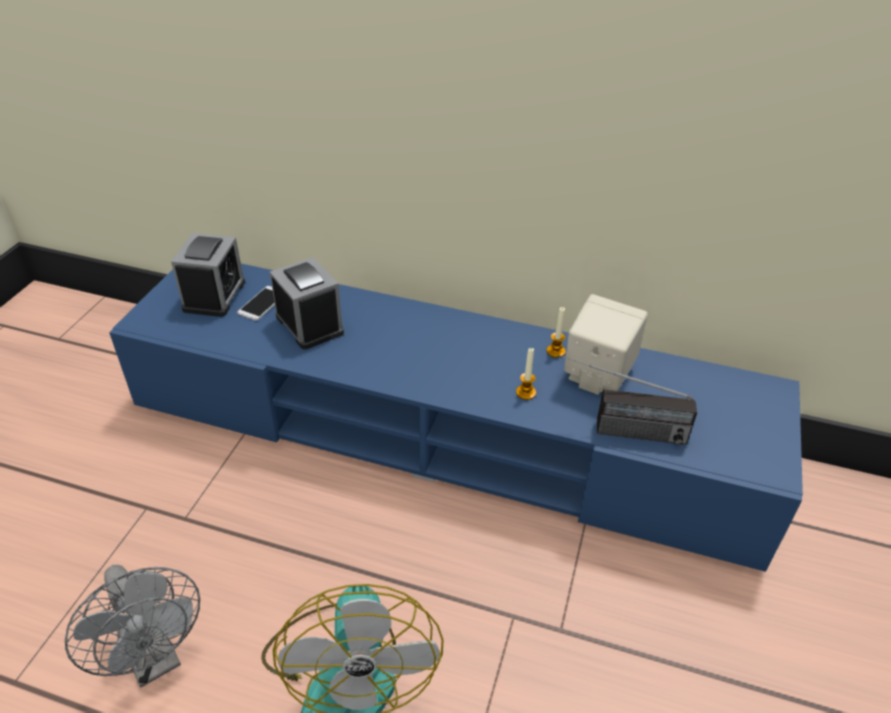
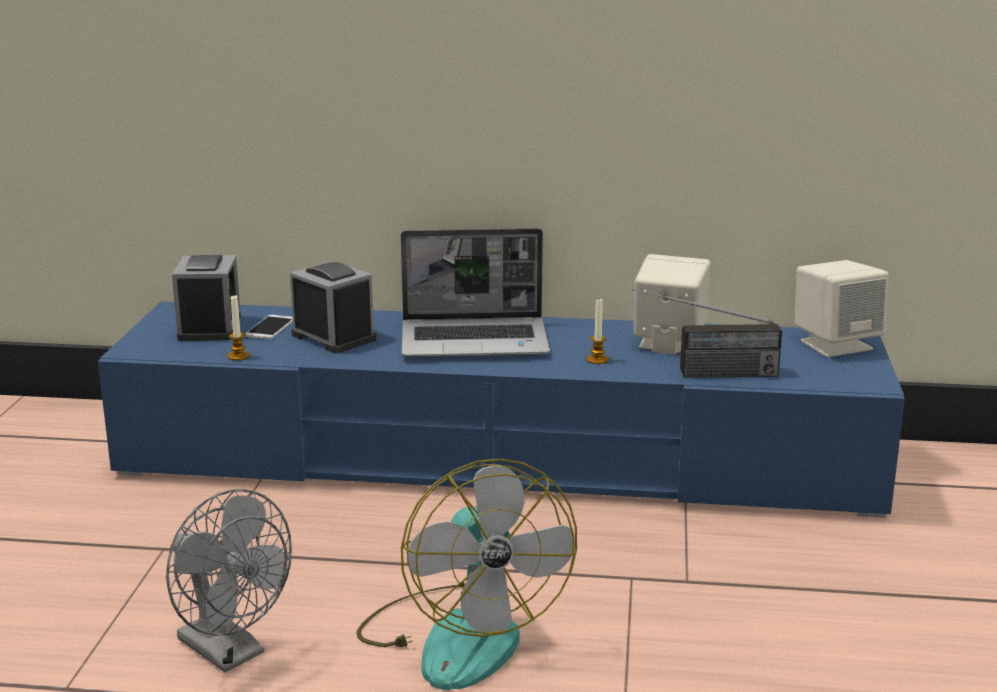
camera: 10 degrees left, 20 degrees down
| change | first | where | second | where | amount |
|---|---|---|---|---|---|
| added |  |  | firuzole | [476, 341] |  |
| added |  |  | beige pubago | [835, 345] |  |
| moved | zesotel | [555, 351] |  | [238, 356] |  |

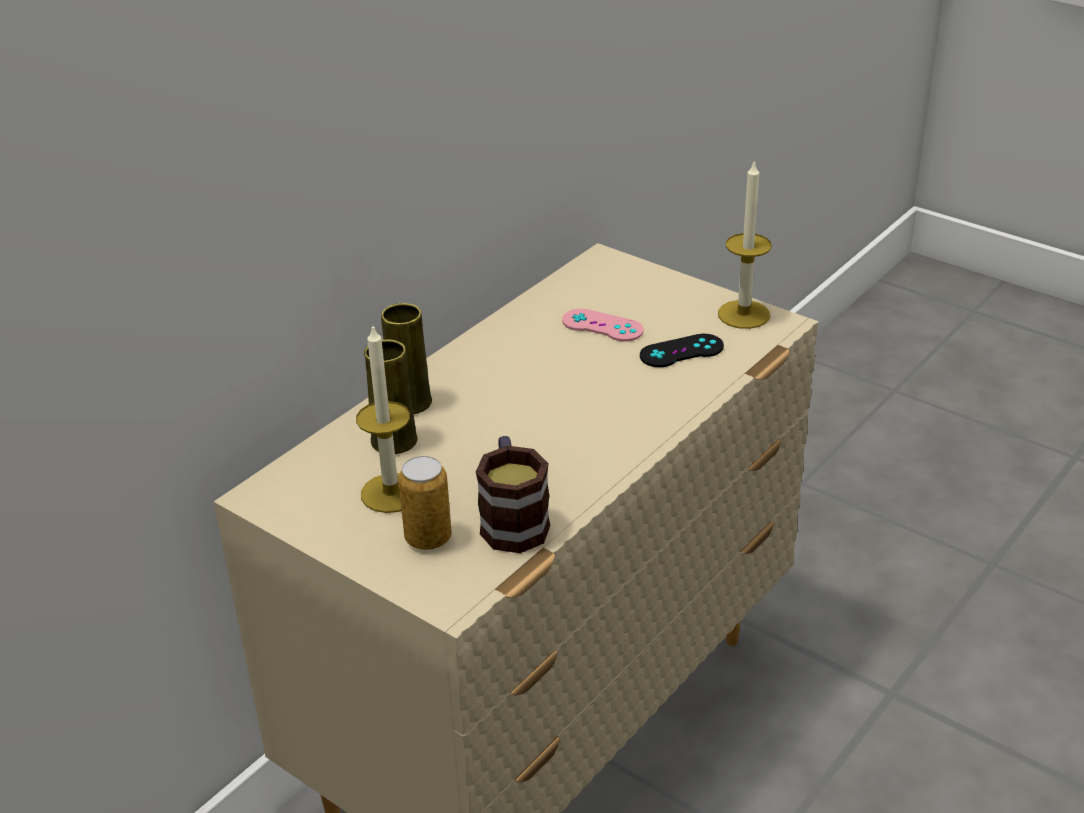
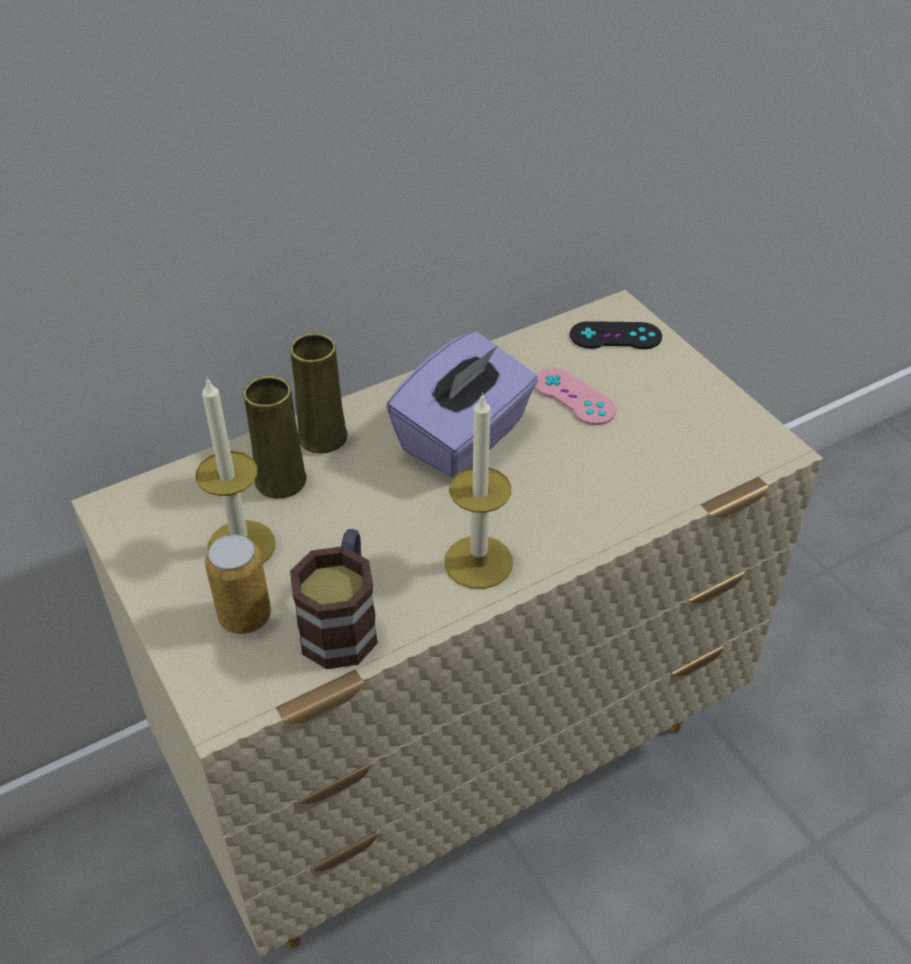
camera: 20 degrees right, 10 degrees up
| change | first | where | second | where | amount |
|---|---|---|---|---|---|
| added |  |  | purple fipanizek | [464, 437] |  |
| moved | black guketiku | [681, 351] |  | [615, 336] |  |
| moved | zesotel | [743, 314] |  | [478, 562] |  |

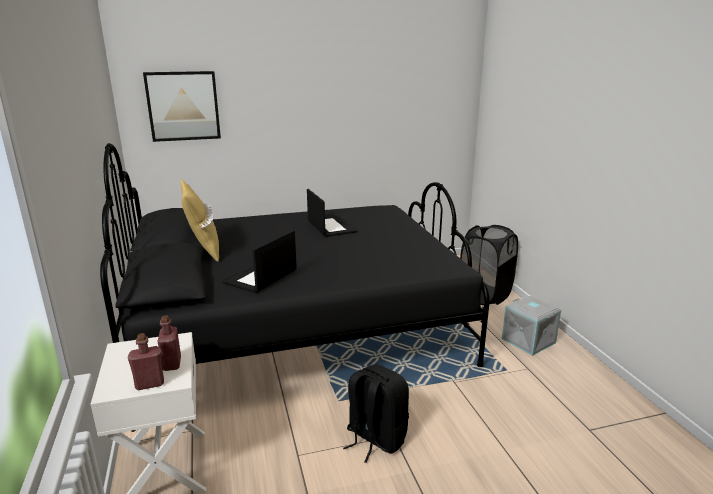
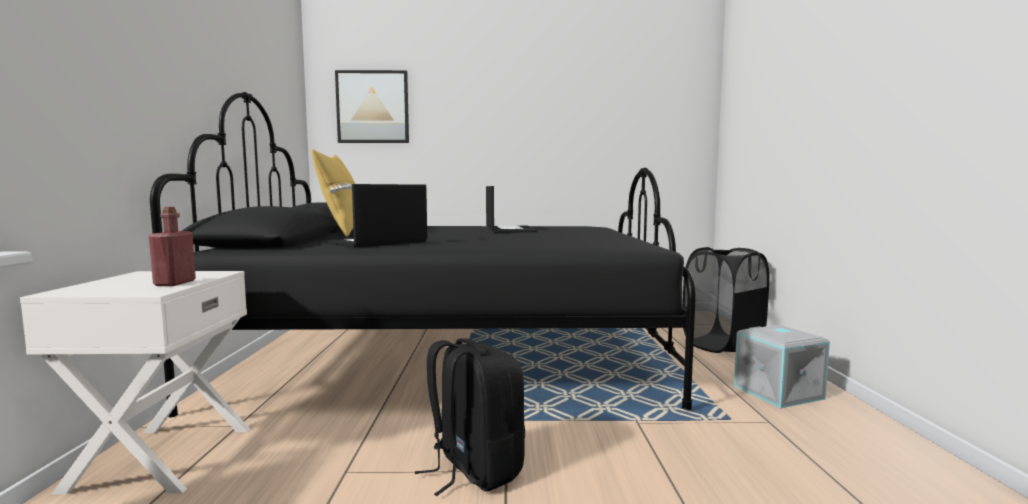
camera: 15 degrees right, 15 degrees down
| change | first | where | second | where | amount |
|---|---|---|---|---|---|
| removed | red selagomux | [149, 384] |  |  |  |

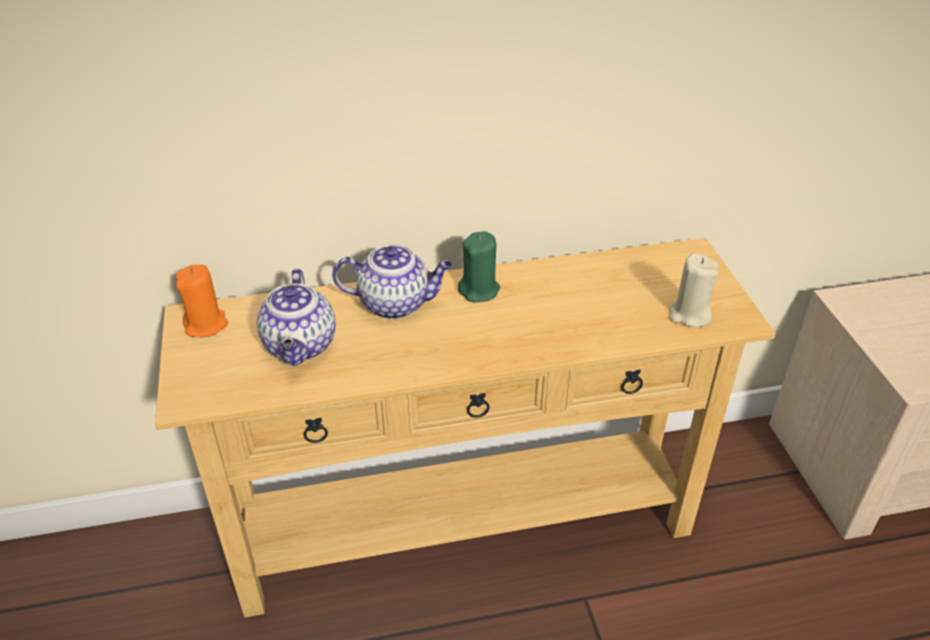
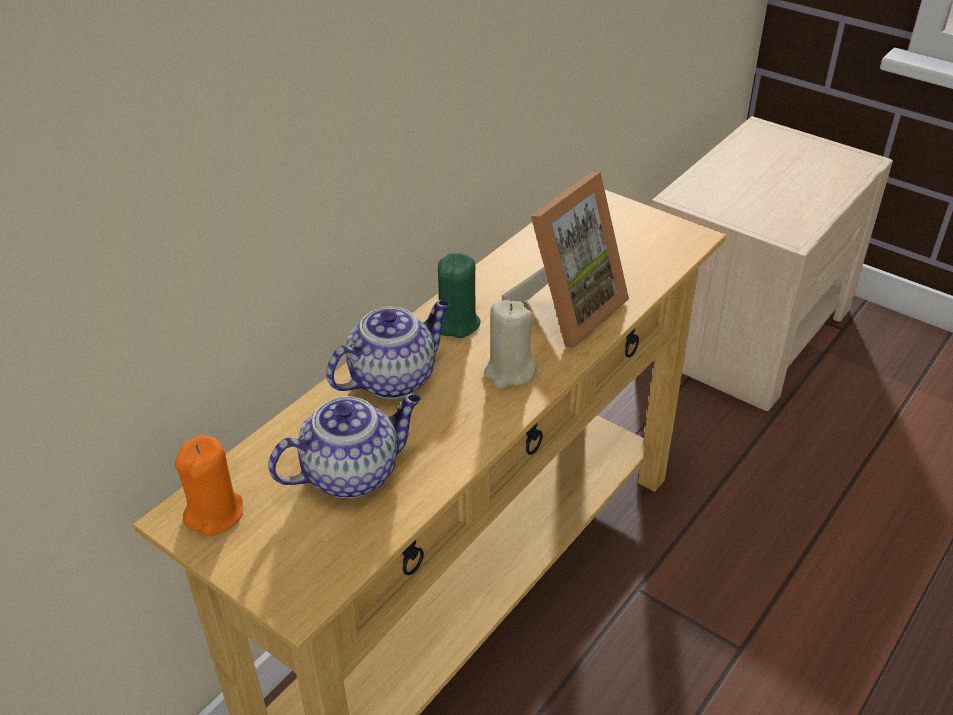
camera: 40 degrees left, 0 degrees up
| change | first | where | second | where | amount |
|---|---|---|---|---|---|
| added |  |  | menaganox | [567, 309] |  |
| moved | beige zesotel | [689, 315] |  | [509, 372] |  |
| turned | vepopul | [301, 347] |  | [353, 472] | 75 degrees counterclockwise |

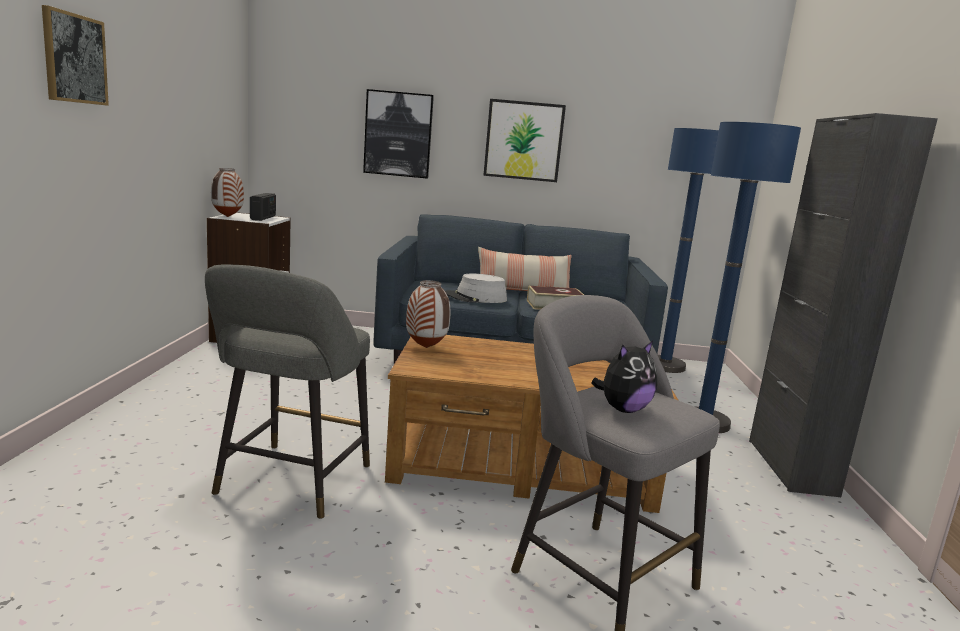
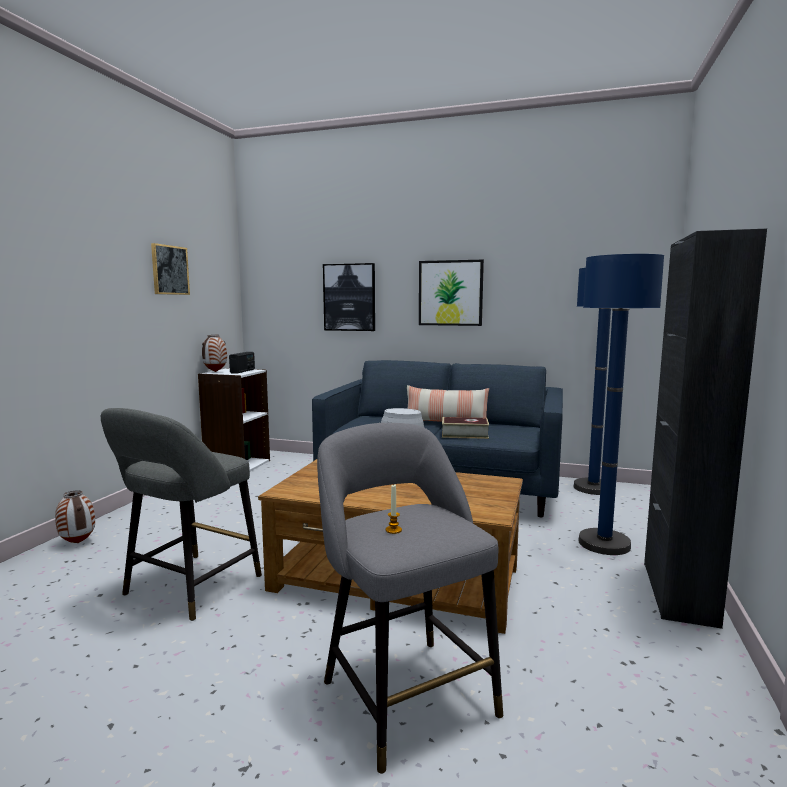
camera: 15 degrees right, 5 degrees down
| change | first | where | second | where | amount |
|---|---|---|---|---|---|
| moved | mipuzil | [74, 58] |  | [170, 270] |  |
| moved | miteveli | [425, 348] |  | [77, 543] |  |
| replaced | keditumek | [623, 409] | zesotel | [393, 530] |  |

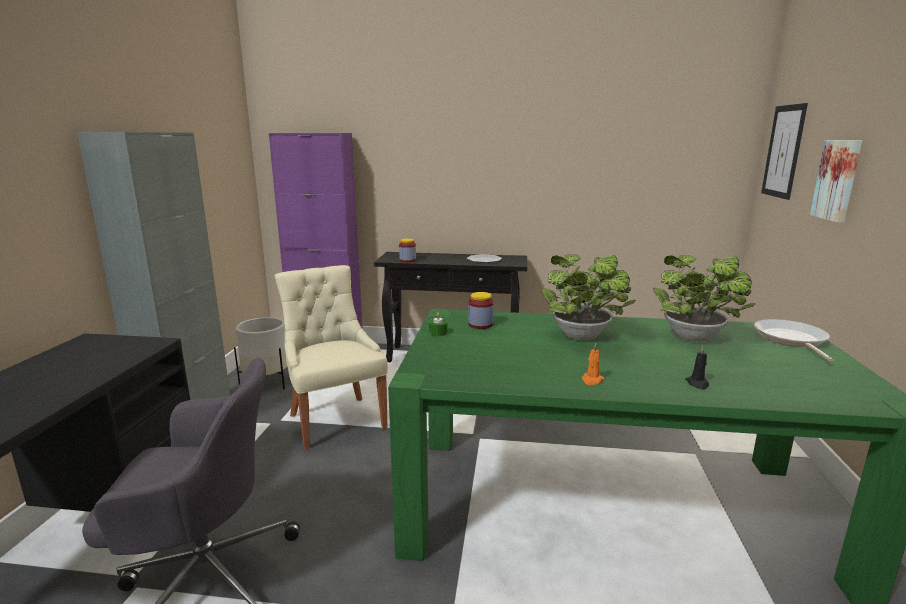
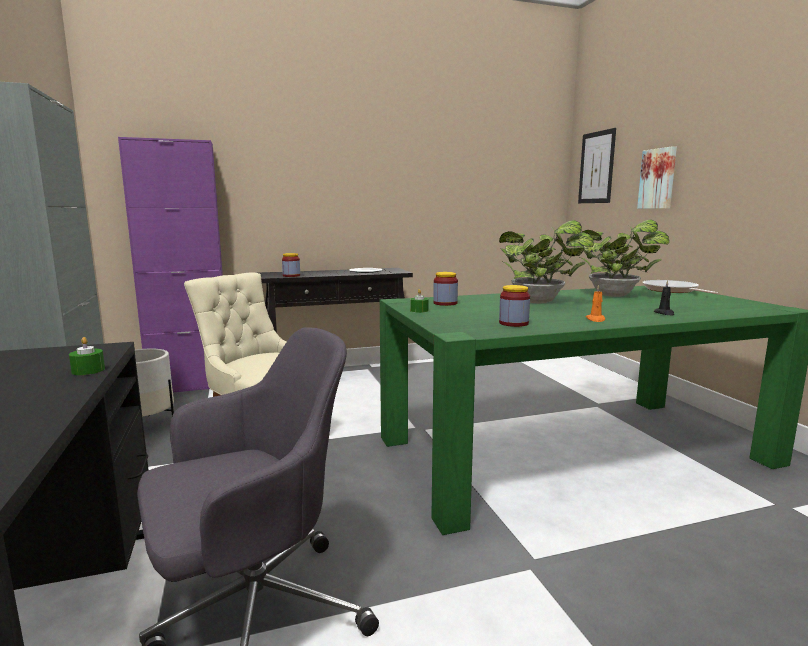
camera: 25 degrees left, 5 degrees down
| change | first | where | second | where | amount |
|---|---|---|---|---|---|
| added |  |  | green zesotel | [88, 370] |  |
| added |  |  | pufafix | [513, 323] |  |

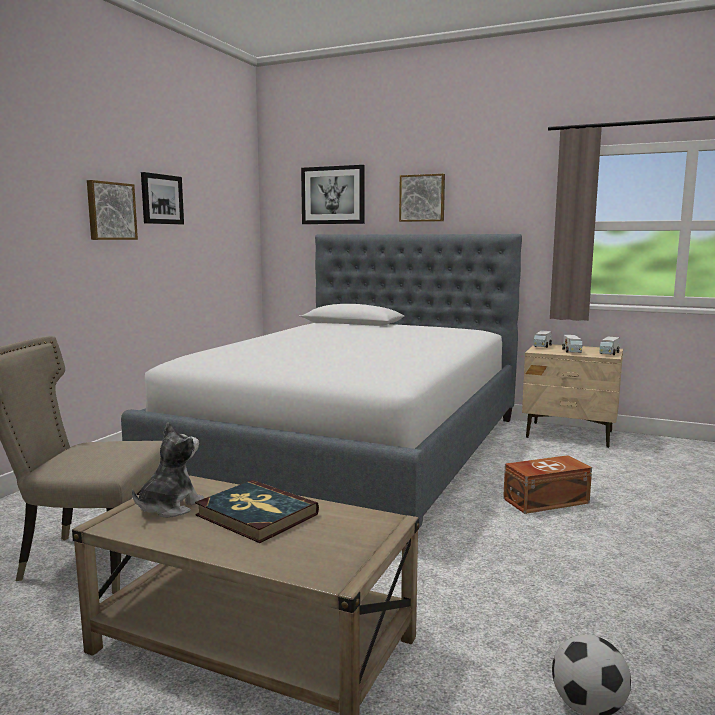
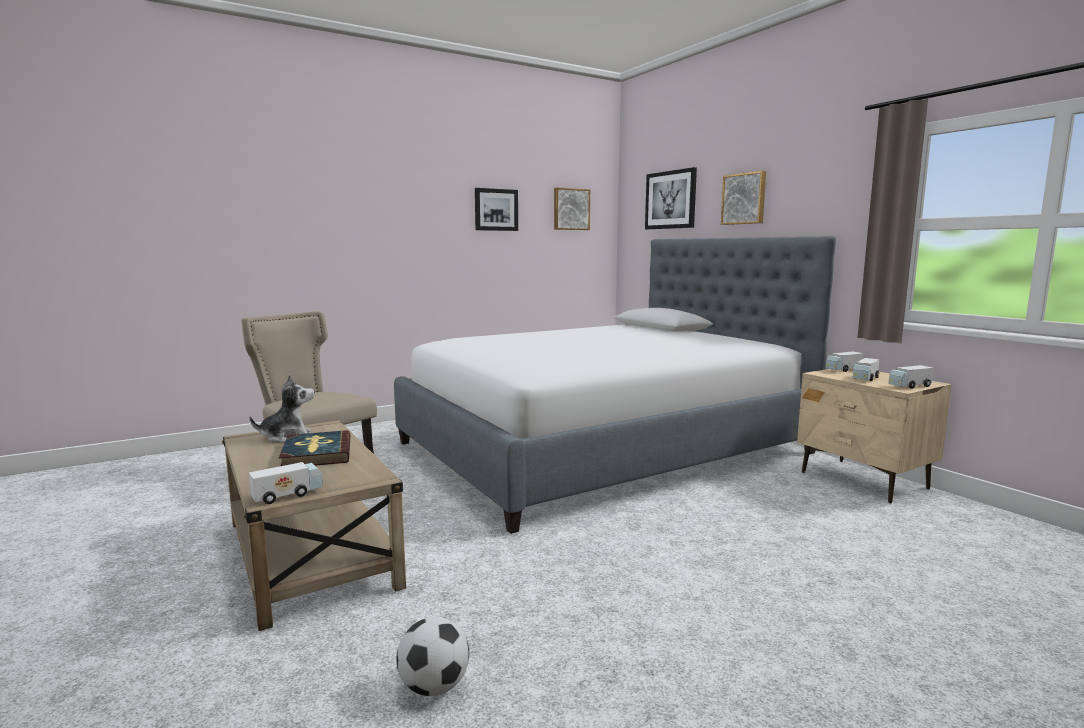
camera: 35 degrees right, 0 degrees up
| change | first | where | second | where | amount |
|---|---|---|---|---|---|
| removed | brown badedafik | [544, 500] |  |  |  |
| added |  |  | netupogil | [288, 495] |  |
| moved | mipuzil | [110, 211] |  | [571, 209] |  |

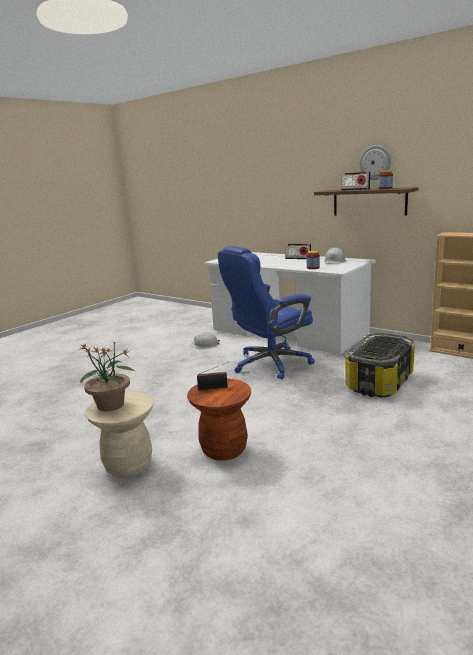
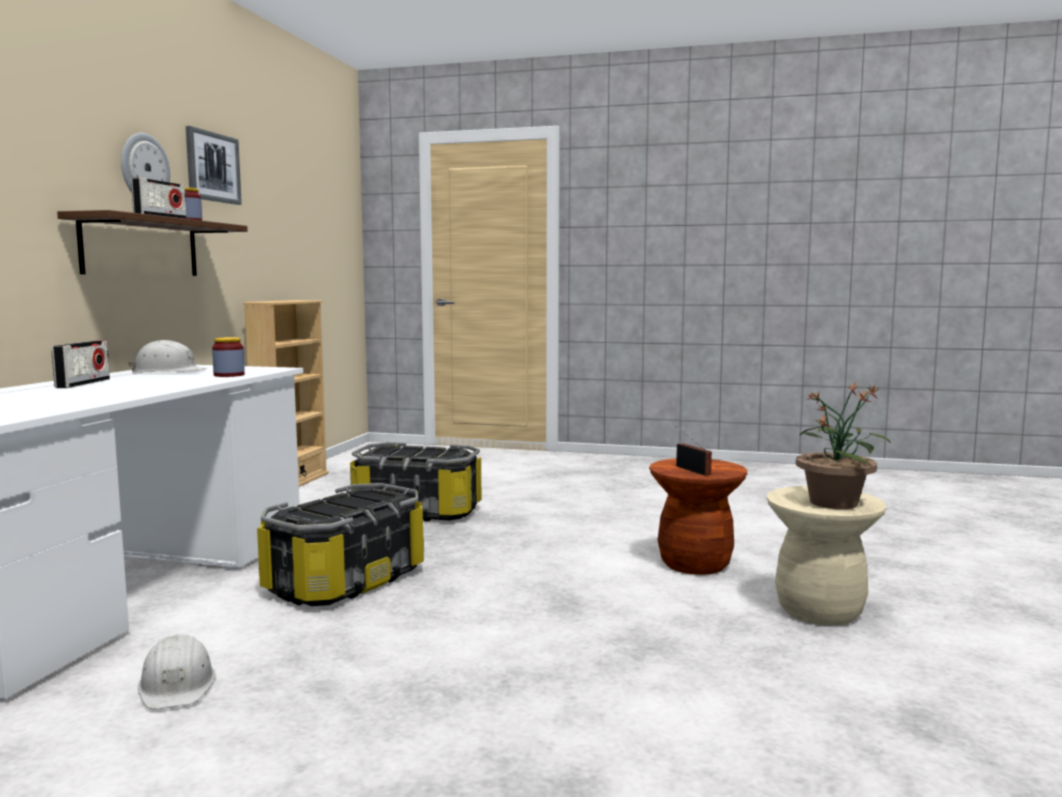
camera: 115 degrees left, 10 degrees down
| change | first | where | second | where | amount |
|---|---|---|---|---|---|
| added |  |  | mipuzil | [212, 167] |  |
| replaced | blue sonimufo | [270, 364] | badedafik | [346, 581] |  |

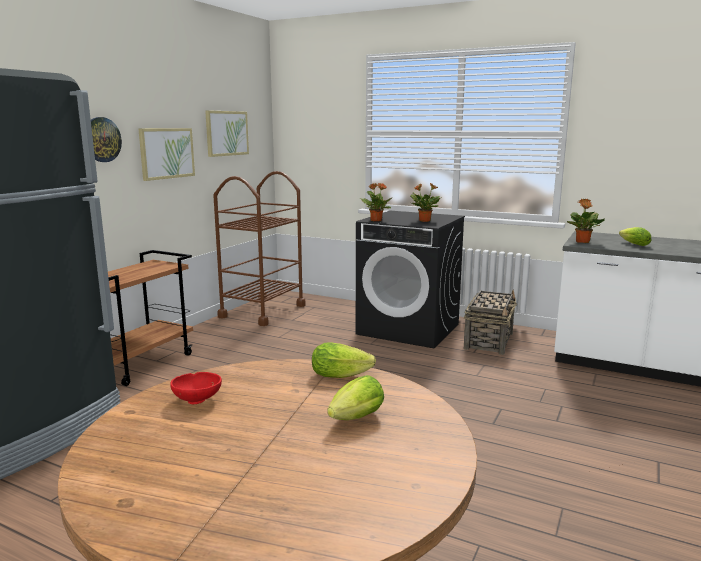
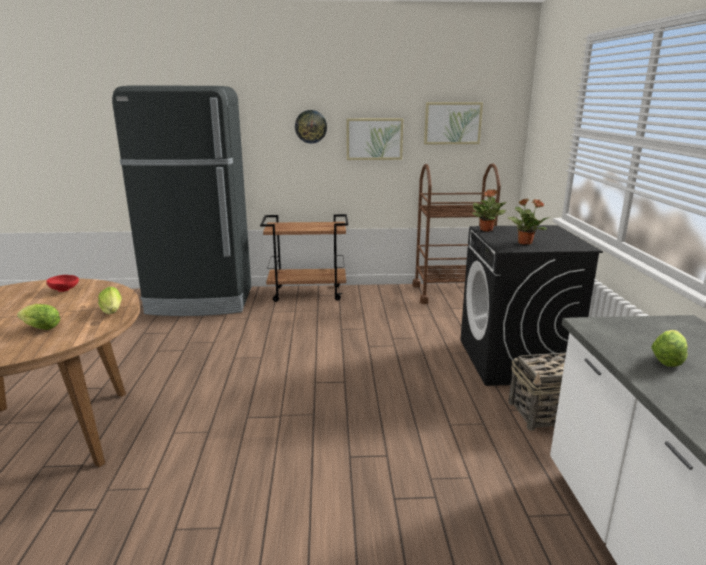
camera: 60 degrees right, 5 degrees up
| change | first | where | second | where | amount |
|---|---|---|---|---|---|
| removed | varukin | [582, 242] |  |  |  |

